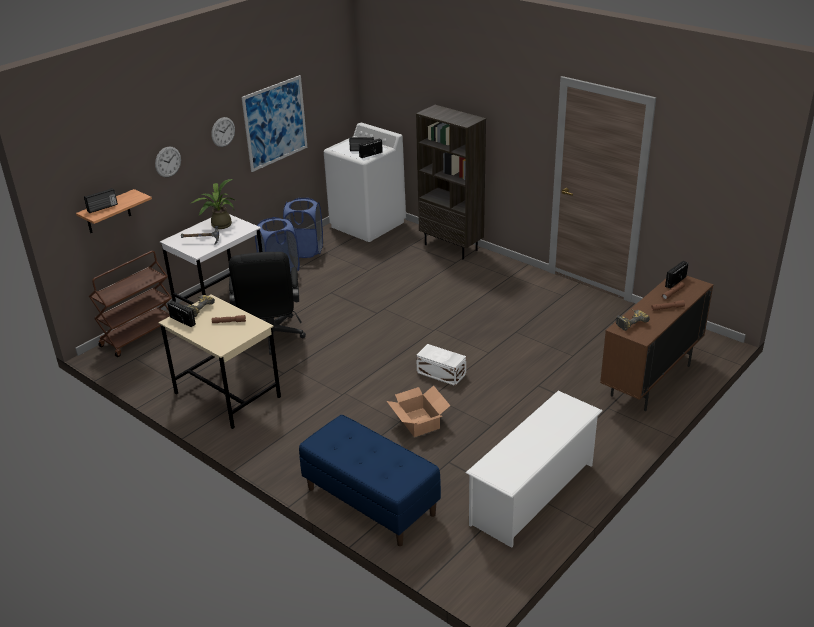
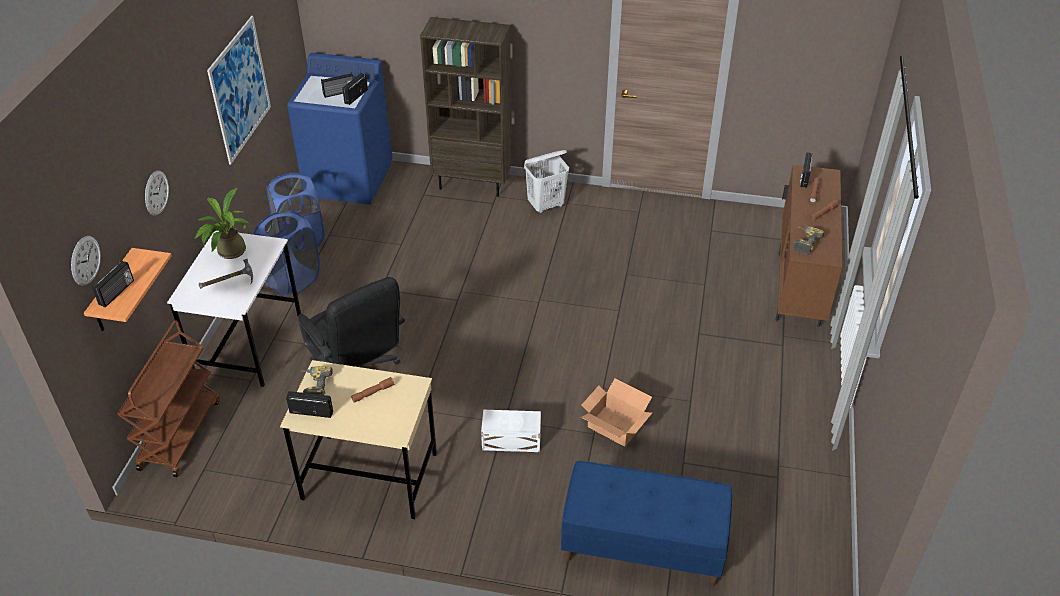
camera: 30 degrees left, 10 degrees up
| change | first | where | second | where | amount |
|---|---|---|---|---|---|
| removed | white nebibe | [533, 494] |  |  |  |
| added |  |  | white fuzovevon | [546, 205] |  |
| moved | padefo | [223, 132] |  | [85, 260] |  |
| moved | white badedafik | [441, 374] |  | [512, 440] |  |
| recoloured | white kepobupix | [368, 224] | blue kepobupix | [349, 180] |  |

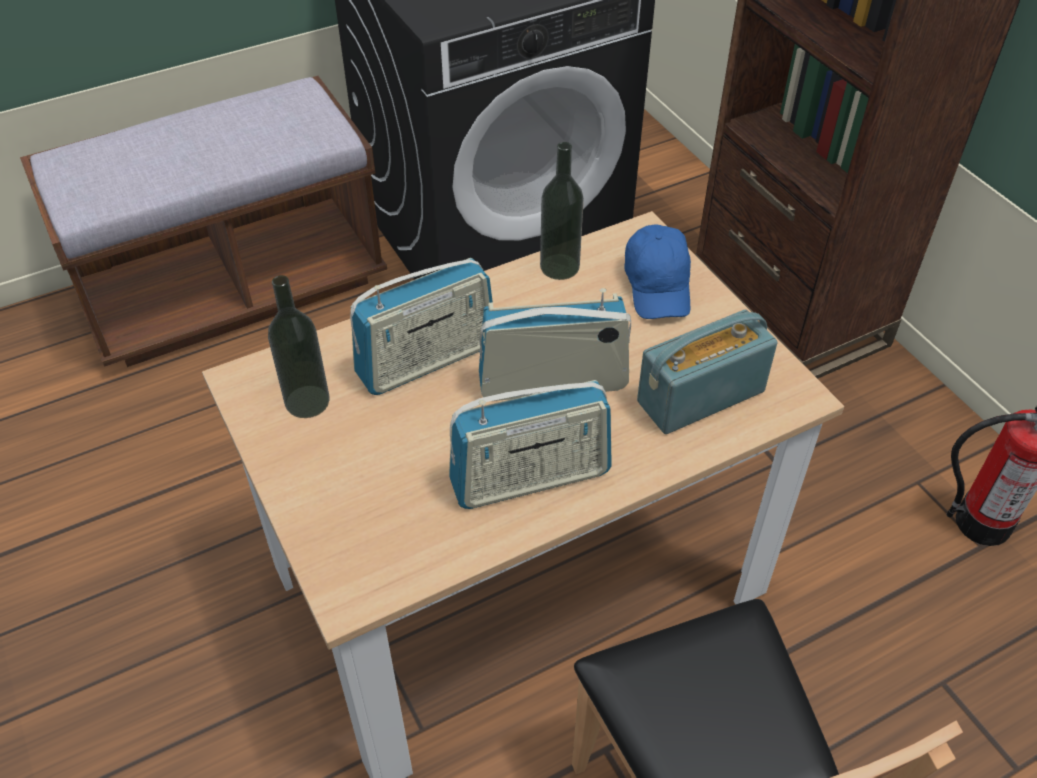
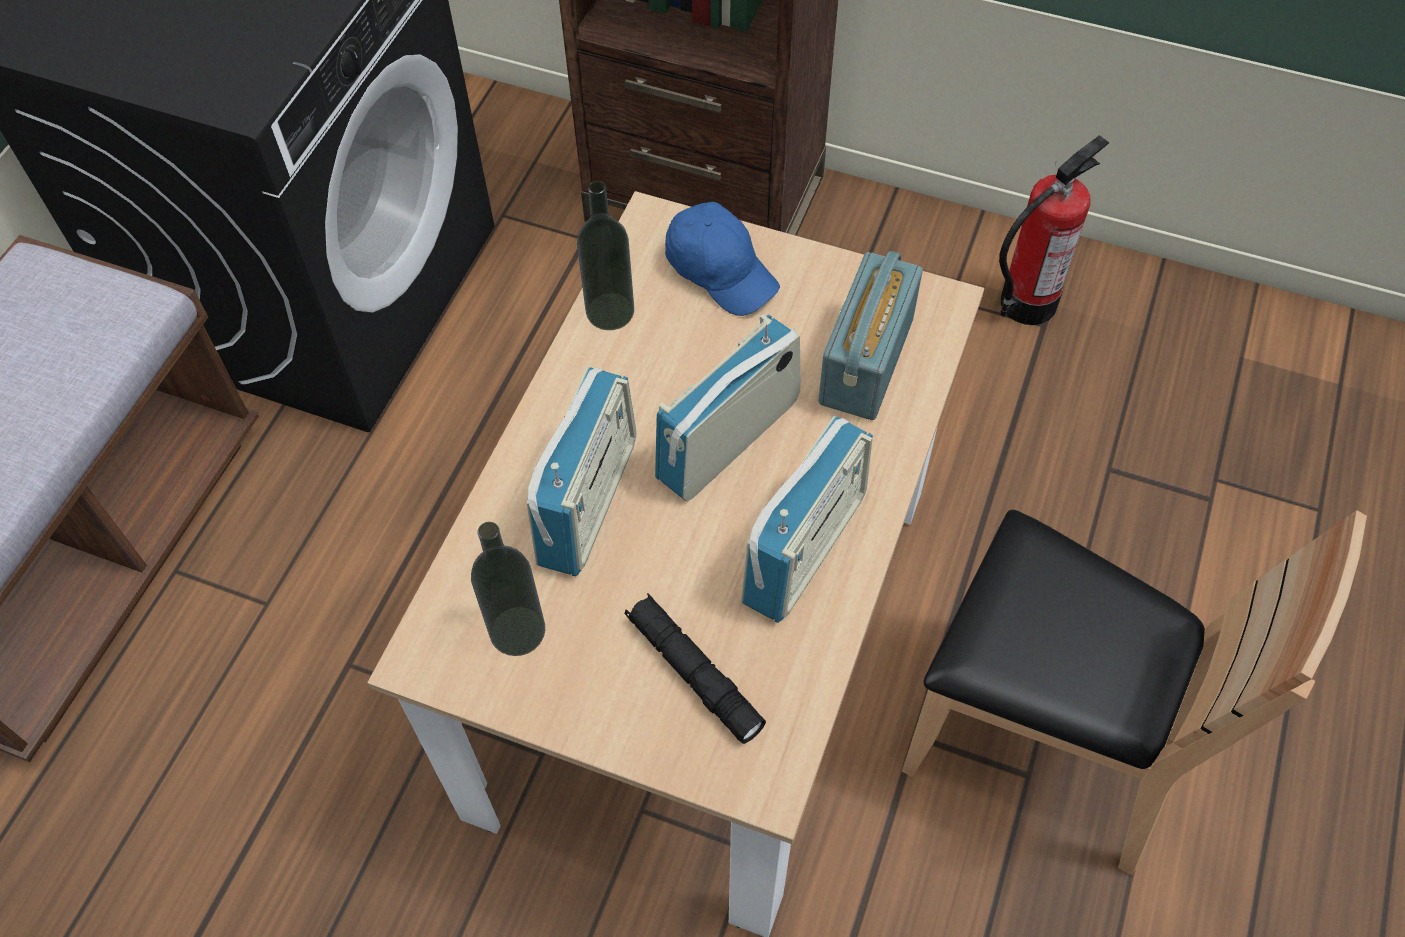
camera: 40 degrees left, 10 degrees up
| change | first | where | second | where | amount |
|---|---|---|---|---|---|
| added |  |  | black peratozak | [694, 673] |  |

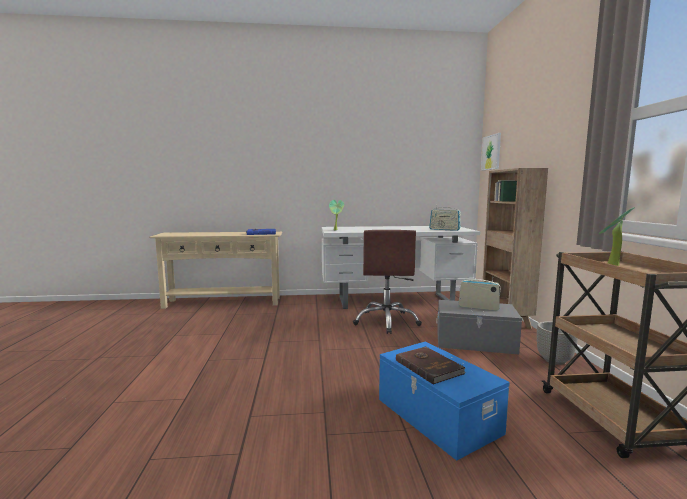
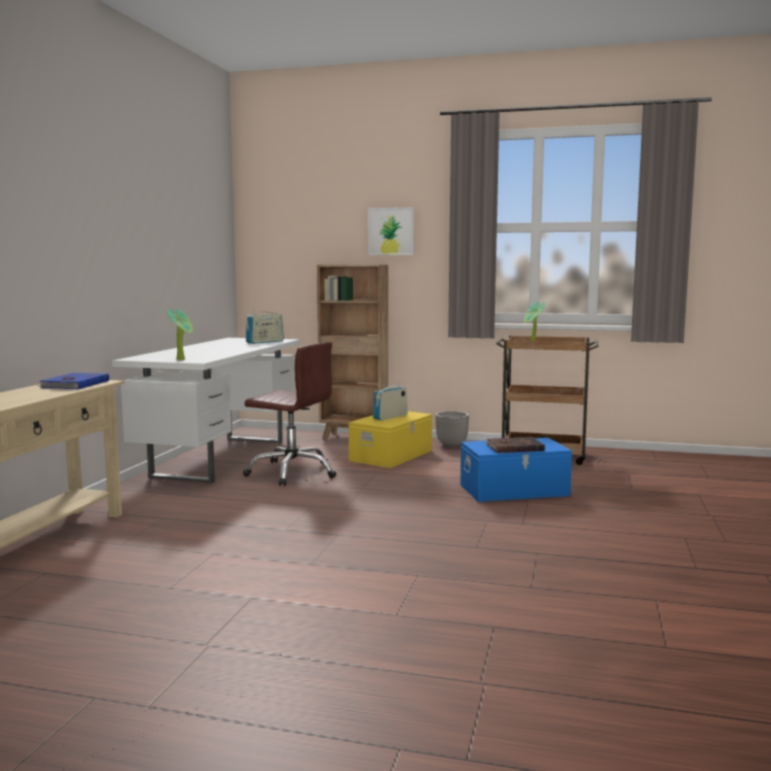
camera: 70 degrees left, 0 degrees up
| change | first | where | second | where | amount |
|---|---|---|---|---|---|
| moved | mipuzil | [491, 152] |  | [391, 231] |  |
| recoloured | grey badedafik | [475, 342] | yellow badedafik | [392, 455] |  |

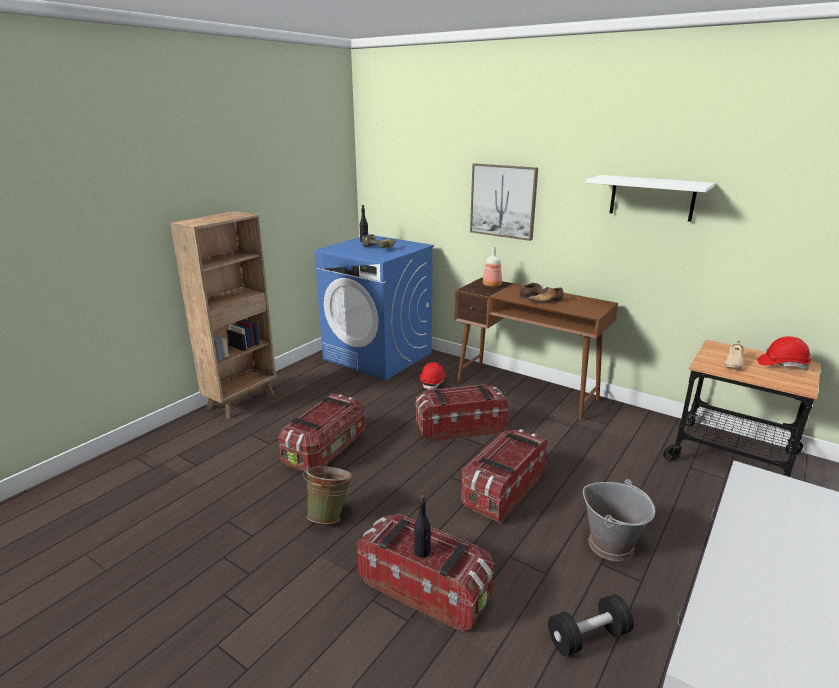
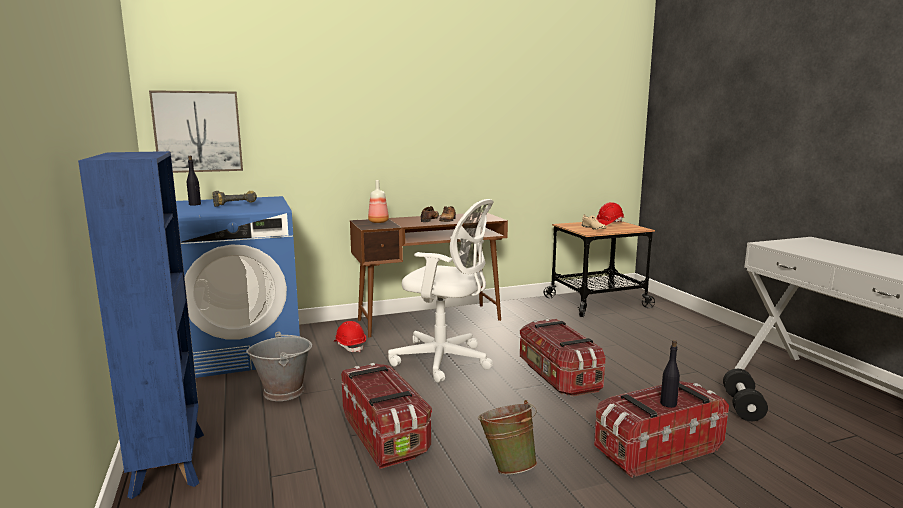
camera: 55 degrees left, 10 degrees down
| change | first | where | second | where | amount |
|---|---|---|---|---|---|
| removed | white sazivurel | [652, 198] |  |  |  |
| moved | mipuzil | [503, 201] |  | [198, 131] |  |
| moved | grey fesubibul | [611, 544] |  | [284, 391] |  |
| replaced | badedafik | [460, 428] | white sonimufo | [445, 361] |  |
| recoloured | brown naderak | [242, 401] | blue naderak | [169, 462] |  |

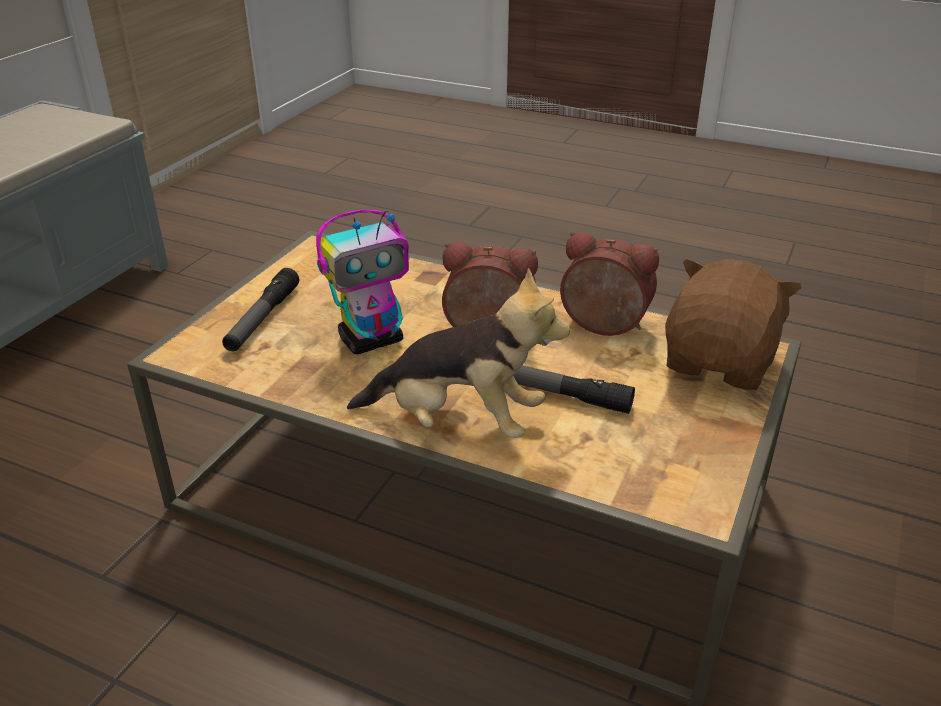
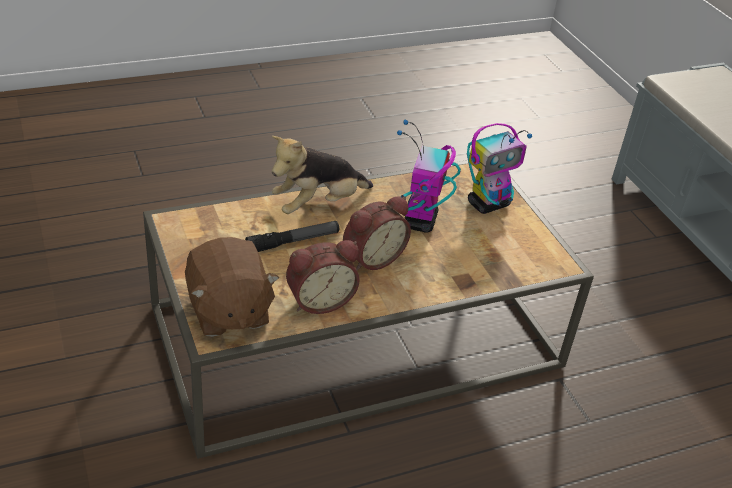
camera: 130 degrees right, 5 degrees up
| change | first | where | second | where | amount |
|---|---|---|---|---|---|
| replaced | peratozak | [262, 318] | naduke | [488, 204] |  |

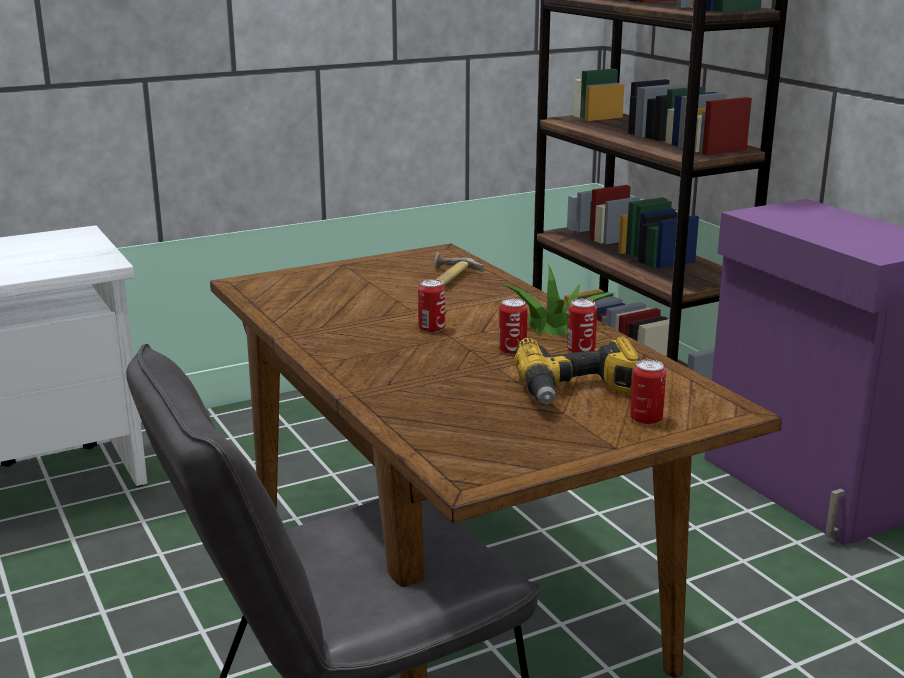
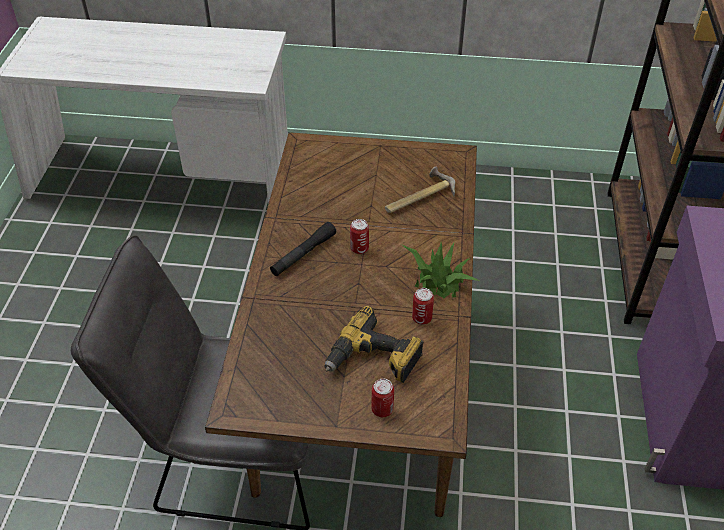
camera: 35 degrees right, 25 degrees up
| change | first | where | second | where | amount |
|---|---|---|---|---|---|
| removed | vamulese | [512, 350] |  |  |  |
| added |  |  | black peratozak | [303, 254] |  |

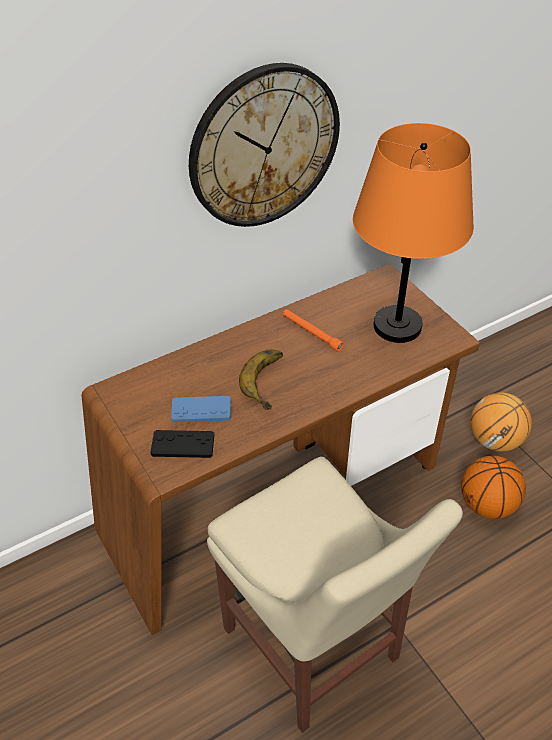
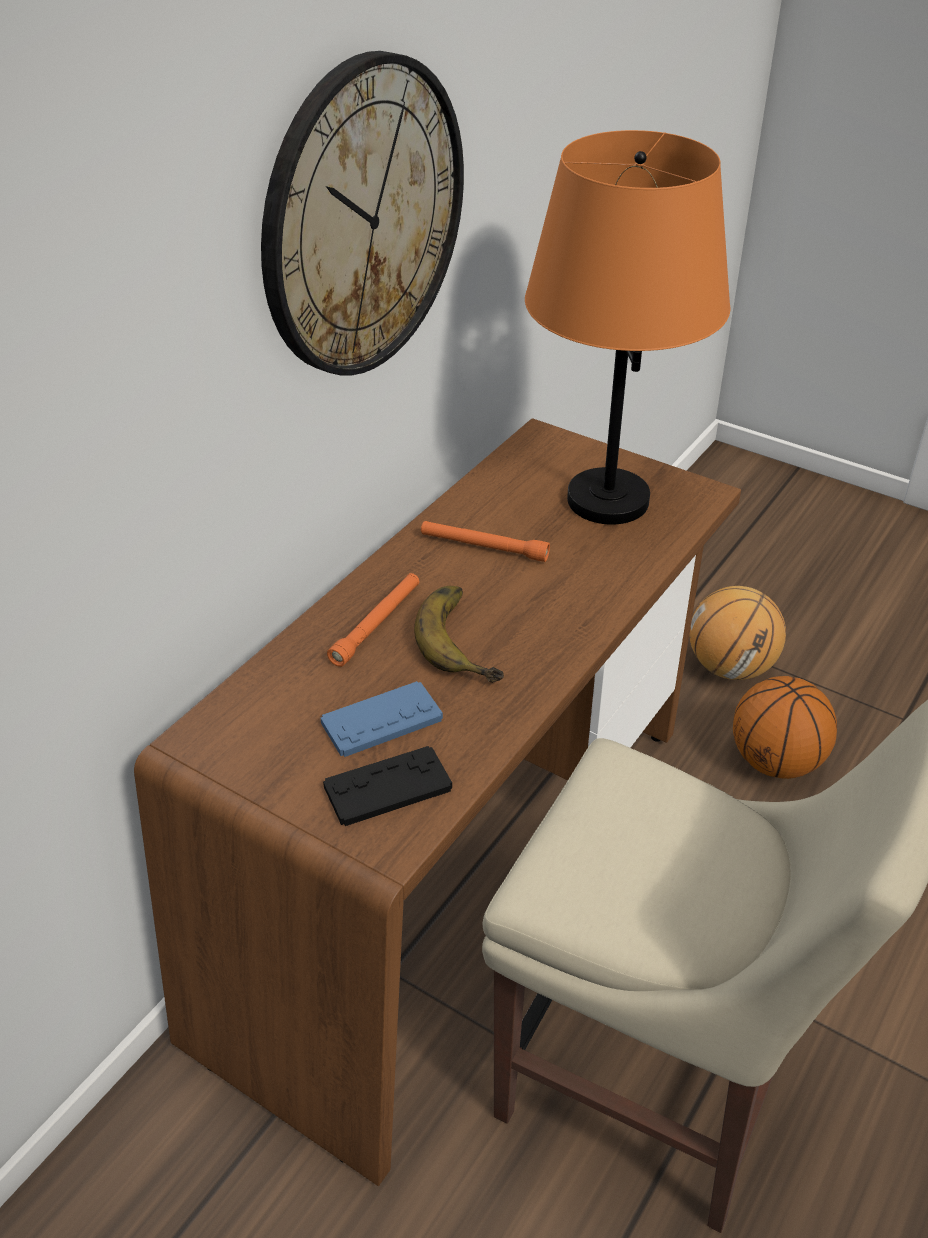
camera: 25 degrees left, 5 degrees down
| change | first | where | second | where | amount |
|---|---|---|---|---|---|
| added |  |  | orange peratozak | [377, 624] |  |

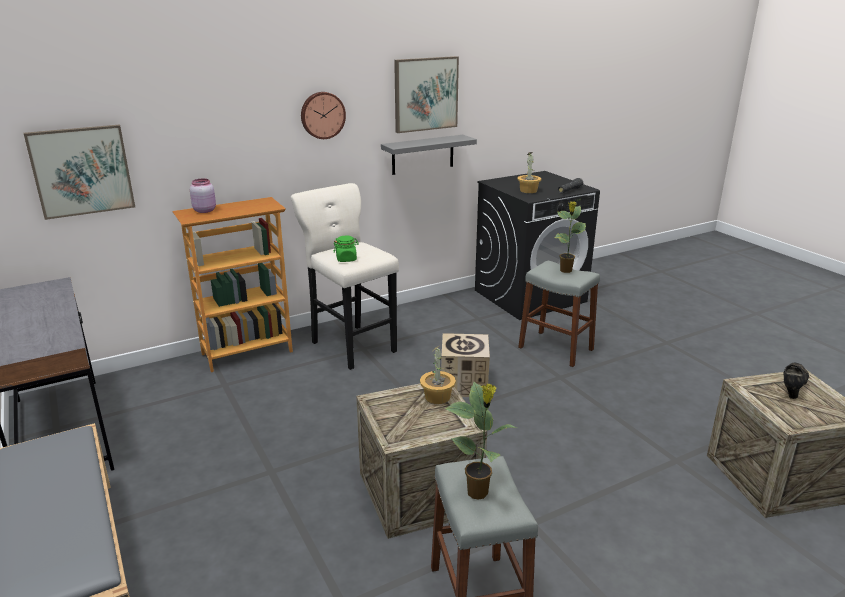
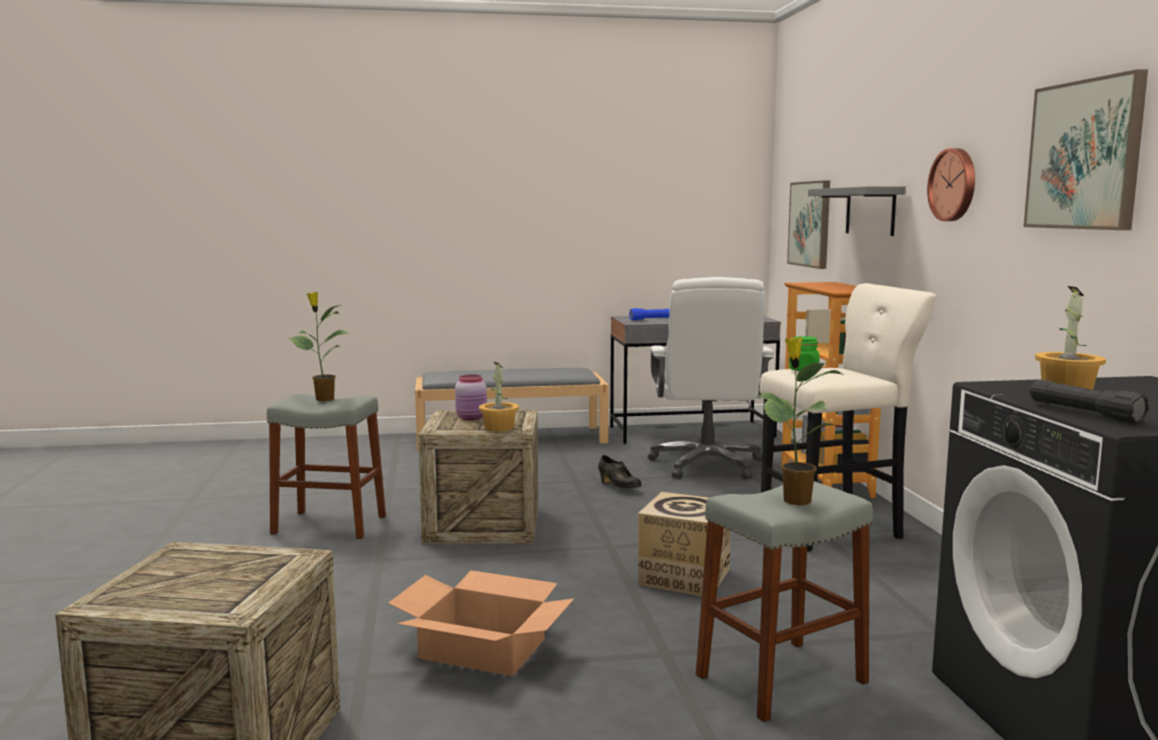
camera: 110 degrees right, 15 degrees down
| change | first | where | second | where | amount |
|---|---|---|---|---|---|
| added |  |  | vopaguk | [482, 649] |  |
| added |  |  | blue peratozak | [651, 319] |  |
| added |  |  | white sonimufo | [707, 465] |  |
| moved | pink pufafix | [205, 210] |  | [472, 418] |  |
| moved | grey sazivurel | [423, 154] |  | [870, 211] |  |
| moved | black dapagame | [792, 387] |  | [618, 487] |  |

